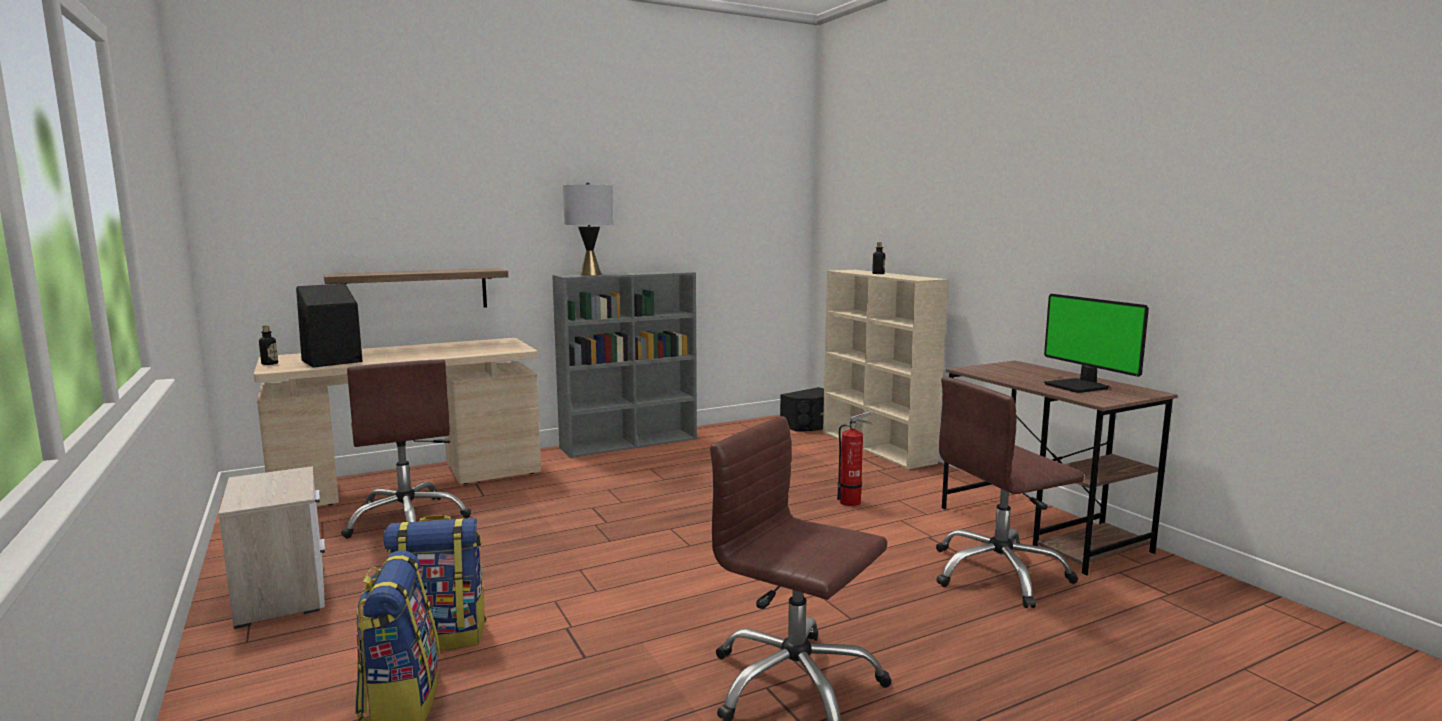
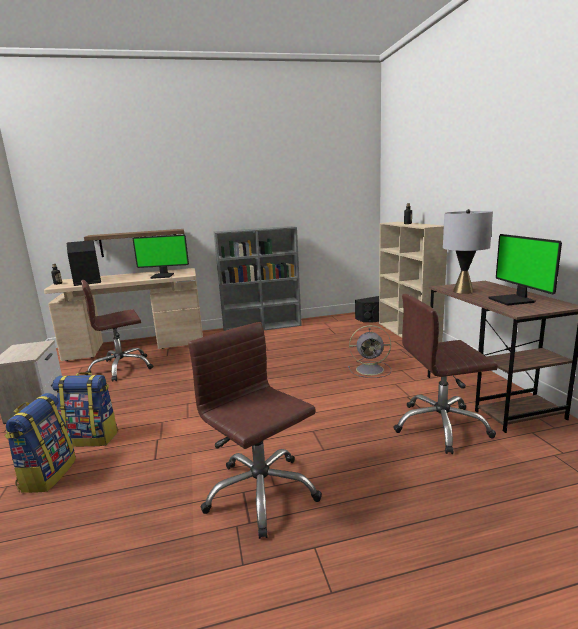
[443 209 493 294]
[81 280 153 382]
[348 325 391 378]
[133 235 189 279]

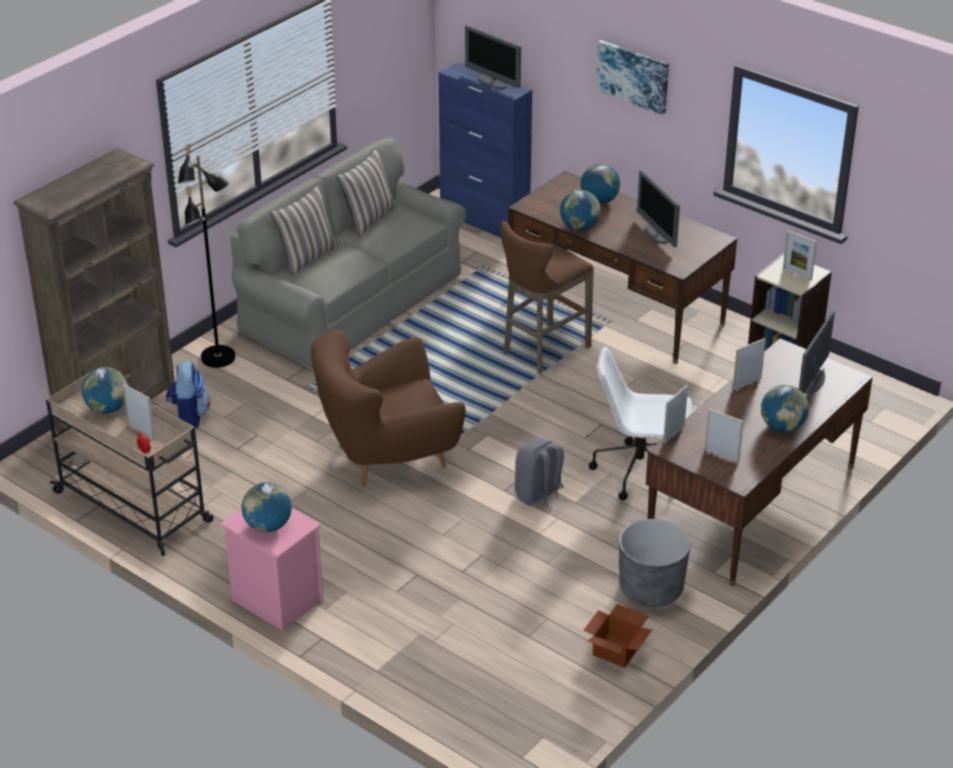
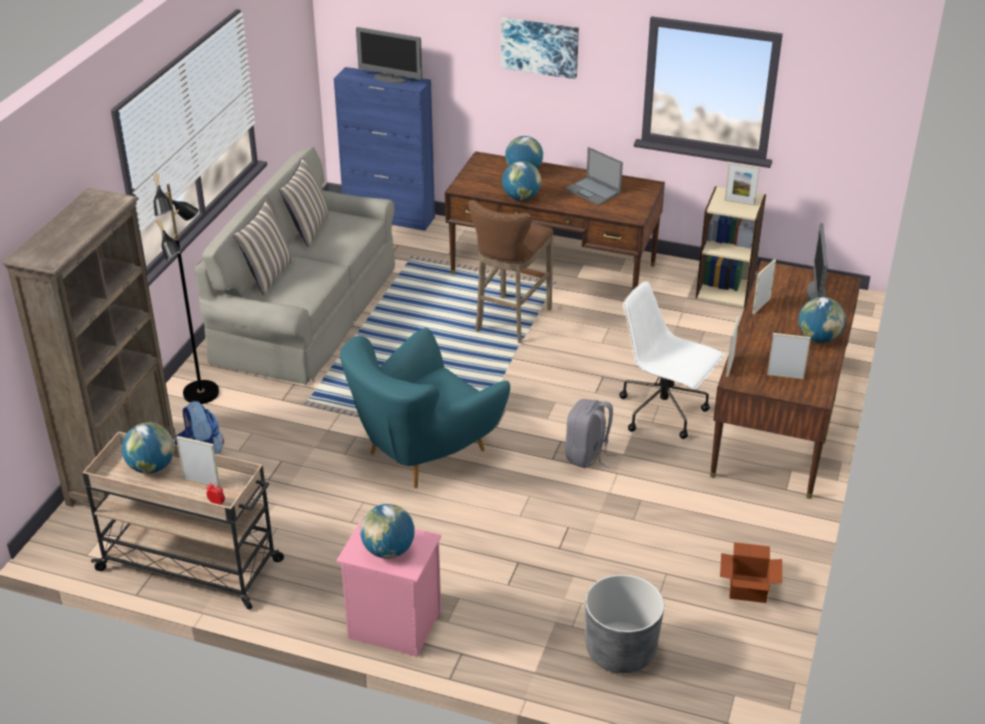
[565 147 623 205]
[340 328 510 488]
[619 281 724 439]
[585 574 664 673]

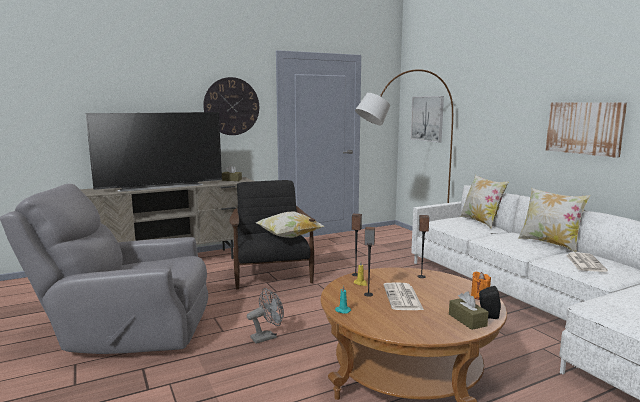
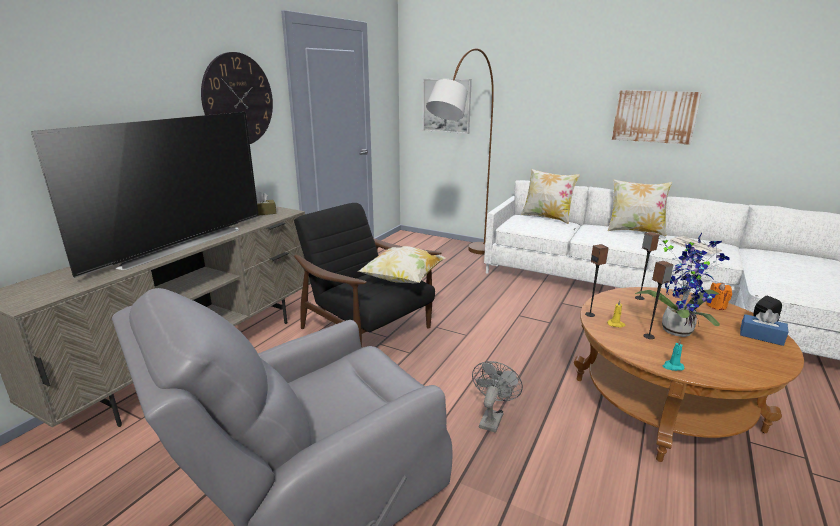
[635 233 729 337]
[740 309 788 346]

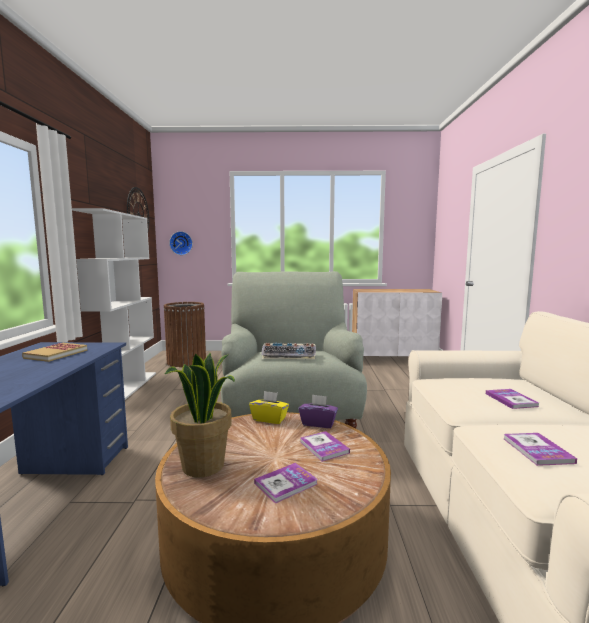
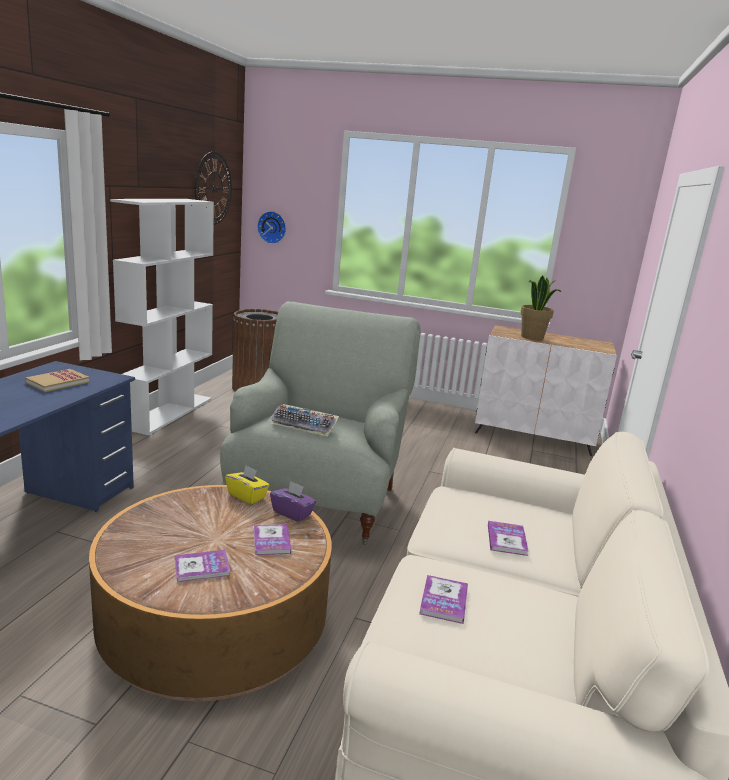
[520 276 561 340]

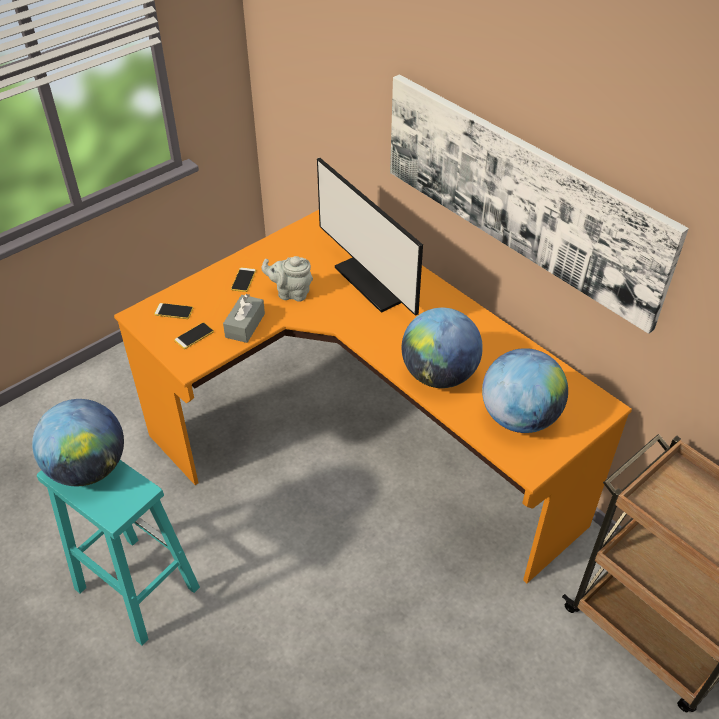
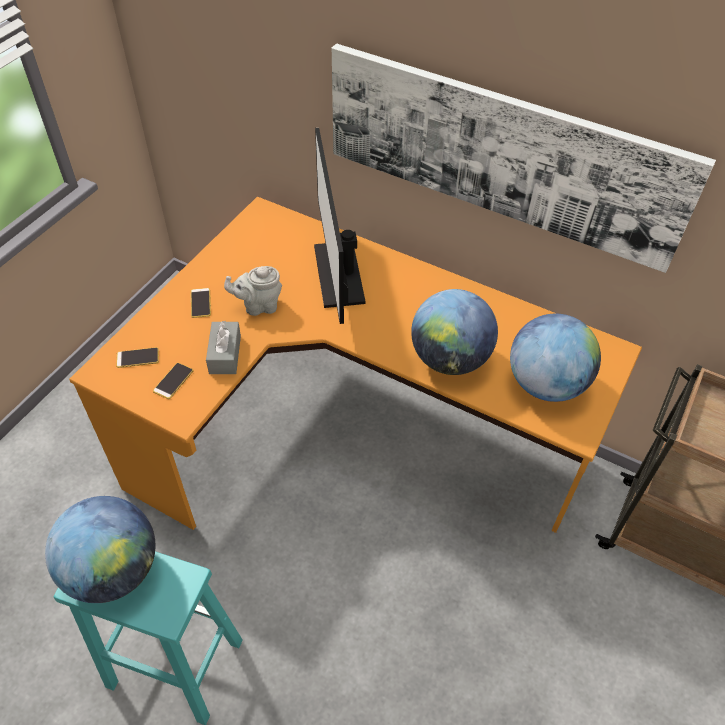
[314 128 366 324]

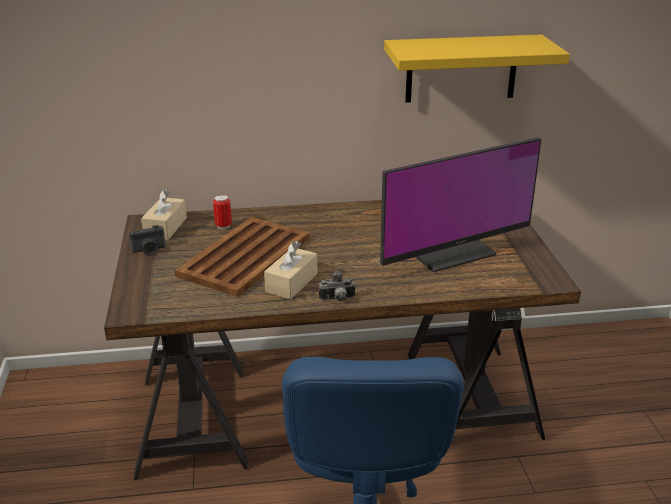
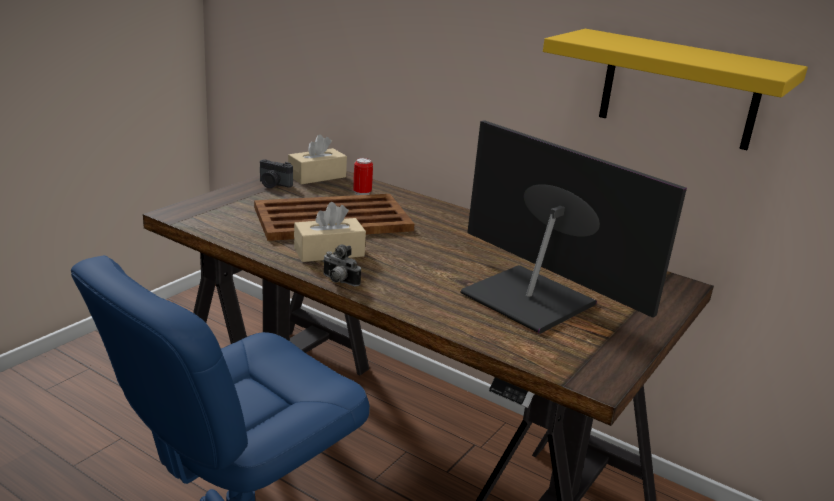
[460 120 687 334]

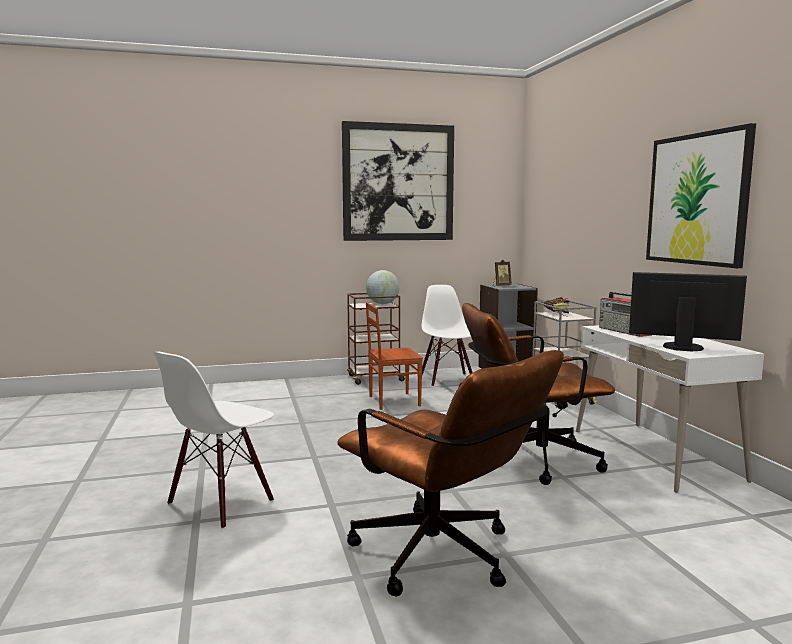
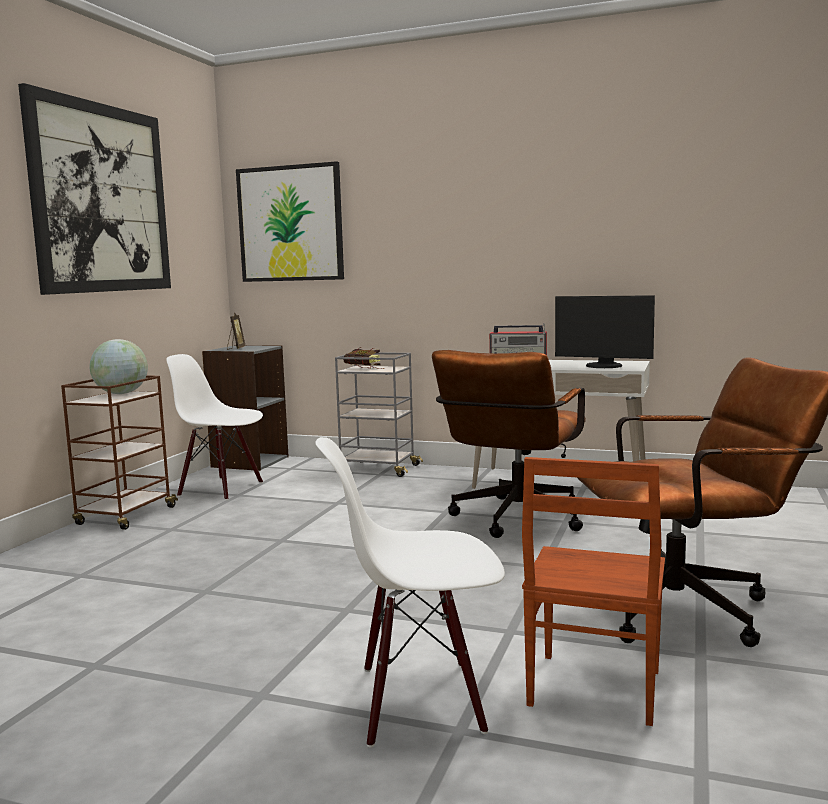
[236 161 344 282]
[555 295 655 368]
[522 457 665 726]
[315 437 505 748]

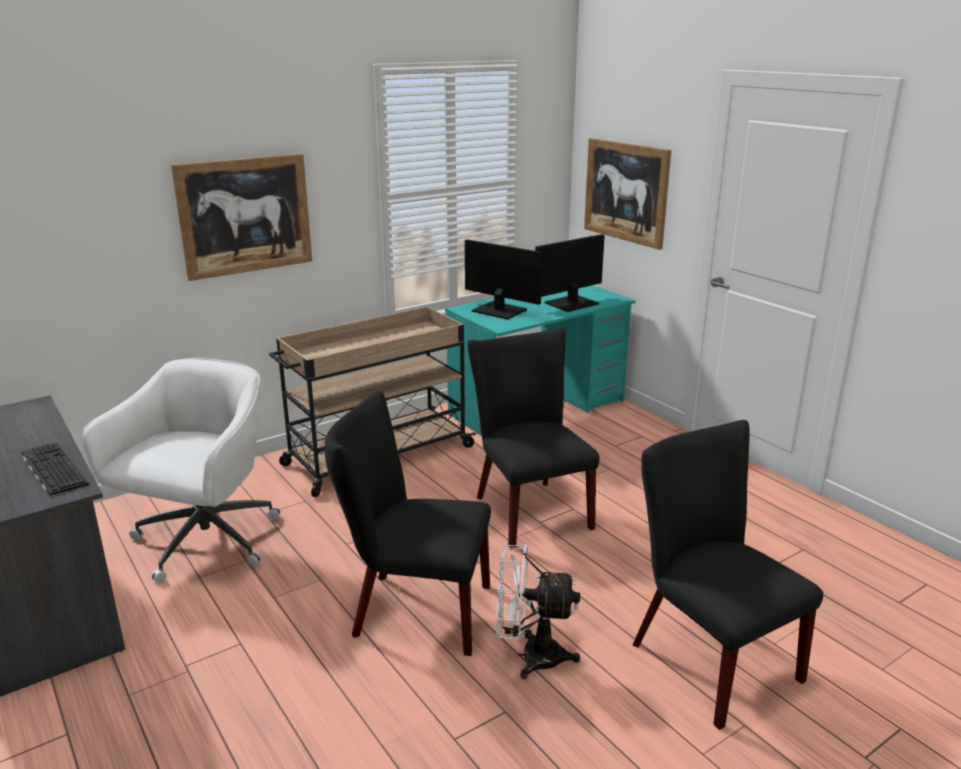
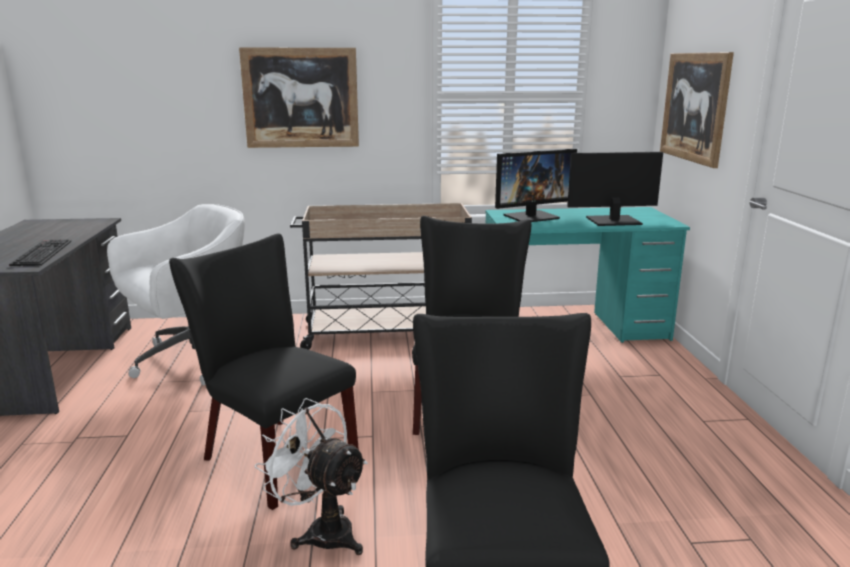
[495 149 577 222]

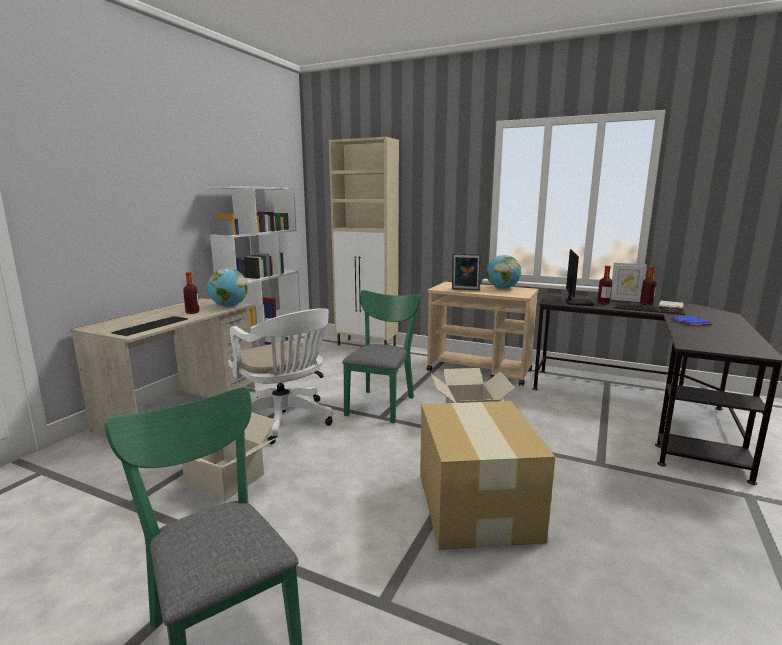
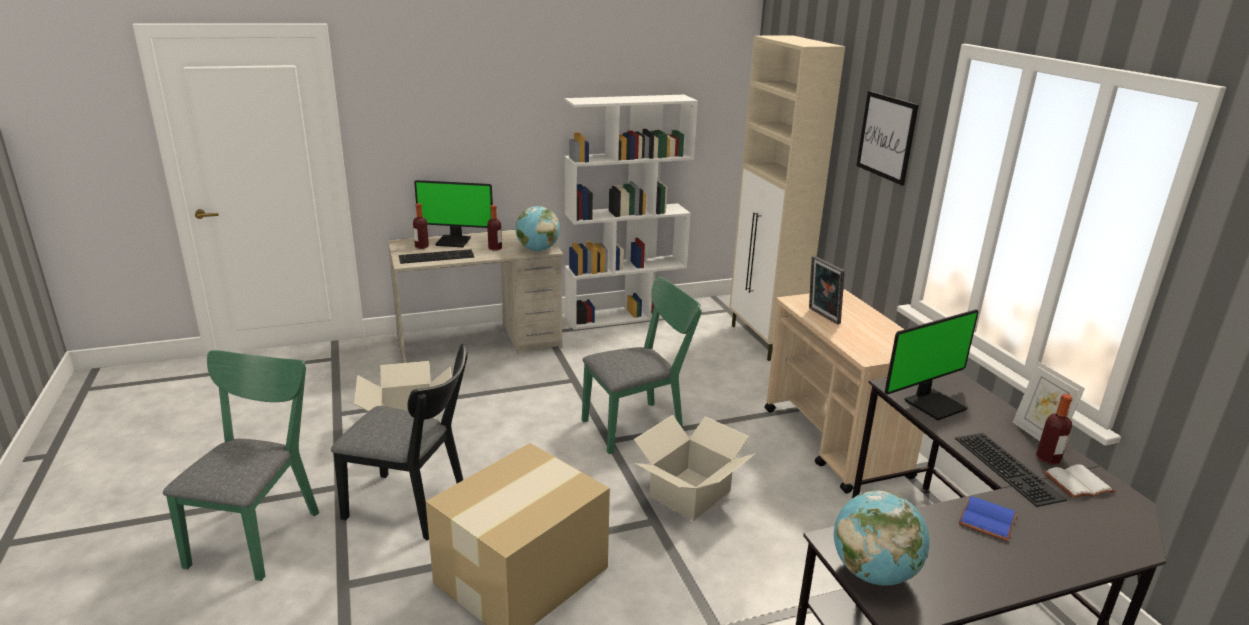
[834 490 930 585]
[413 203 429 249]
[228 308 333 444] (first image)
[856 91 919 186]
[414 180 493 247]
[331 344 468 540]

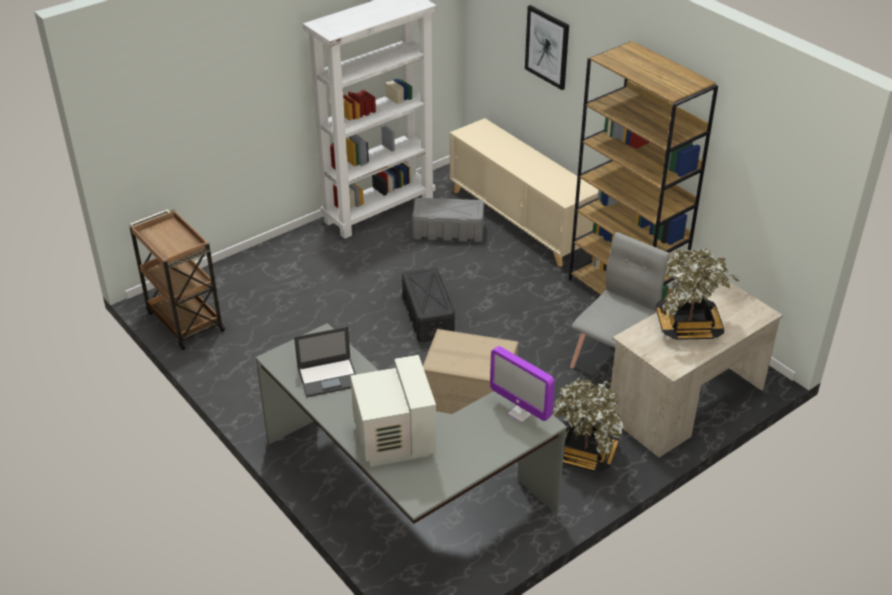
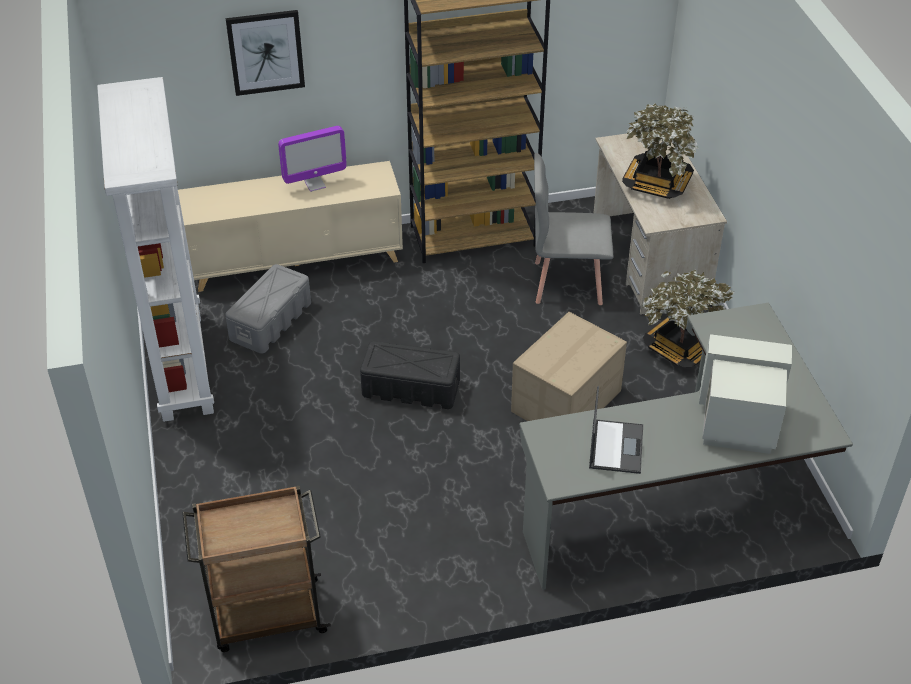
[534 153 614 305]
[278 126 347 192]

